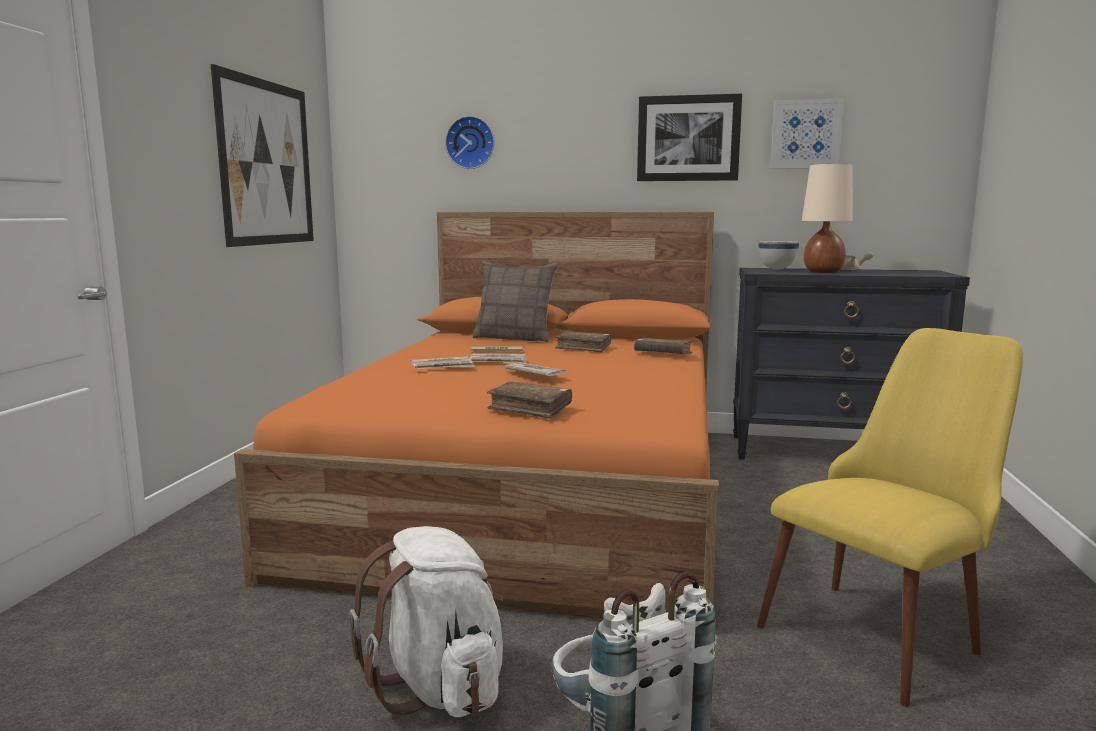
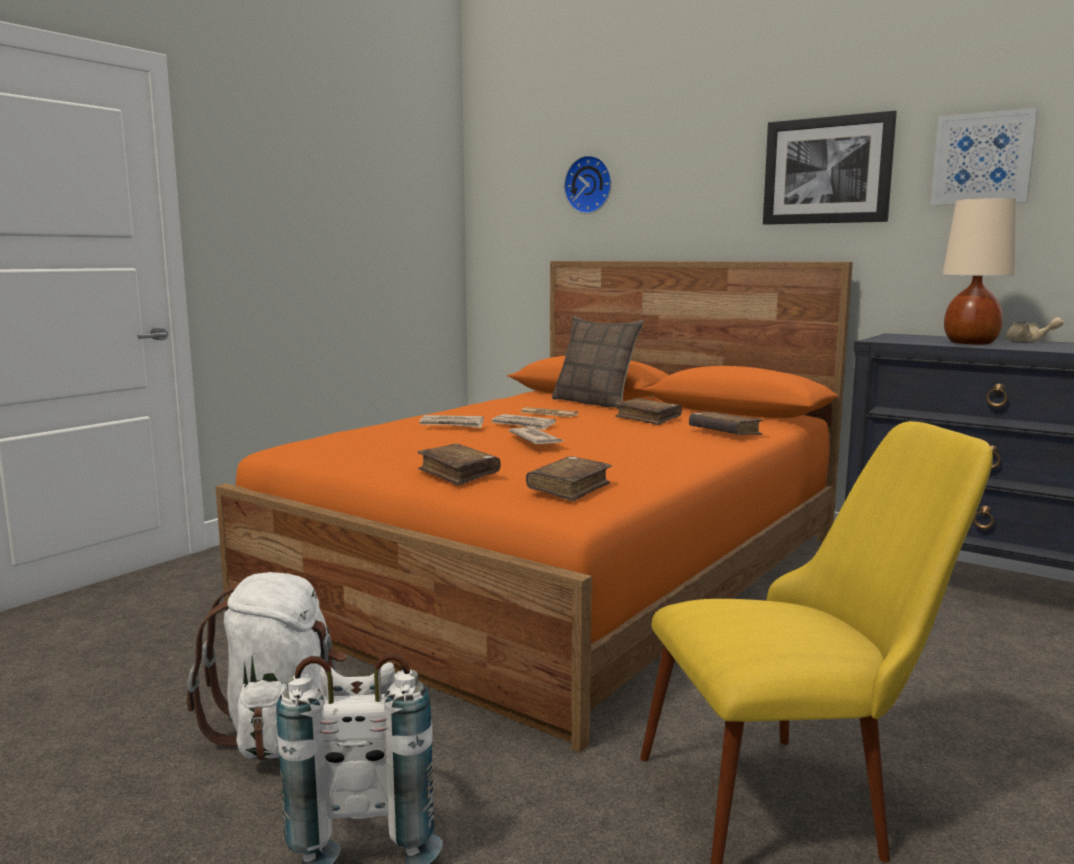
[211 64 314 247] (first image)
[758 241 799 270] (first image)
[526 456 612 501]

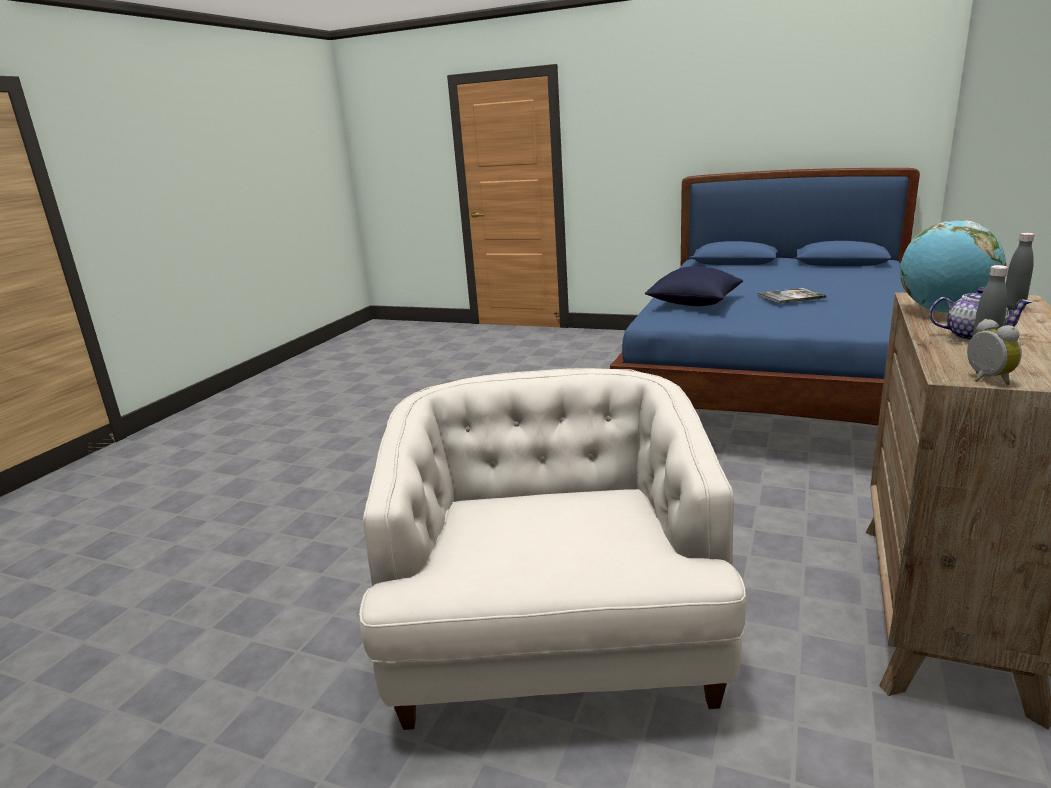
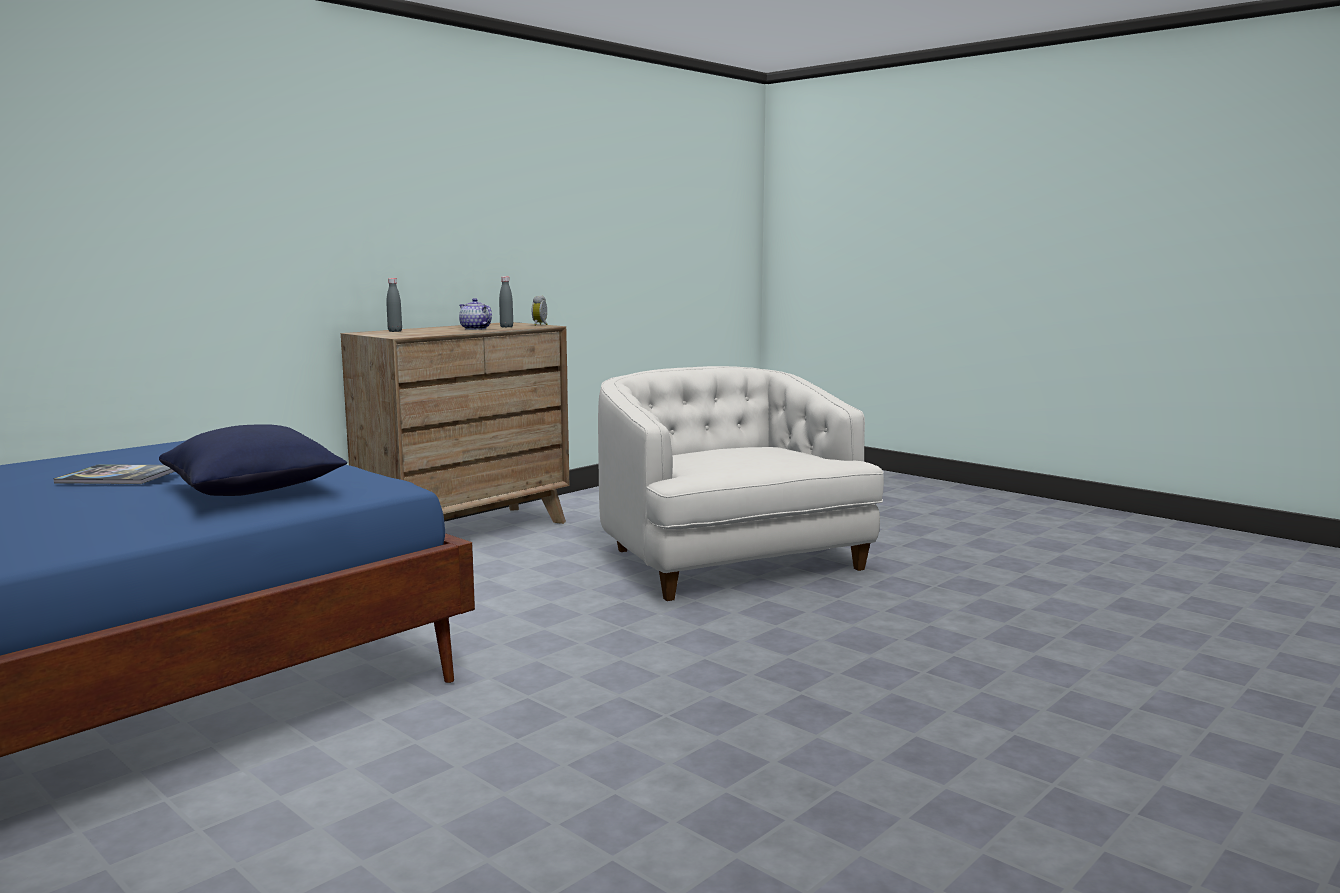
[900 221 1006 313] (first image)
[598 366 884 601]

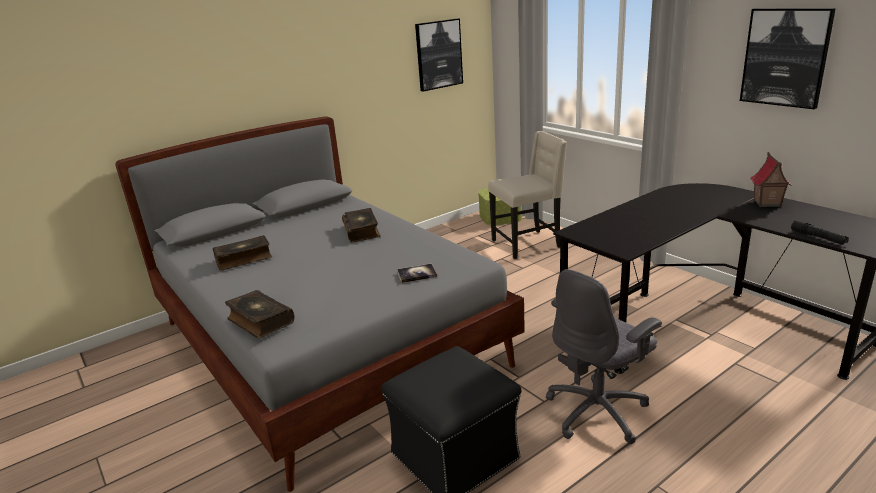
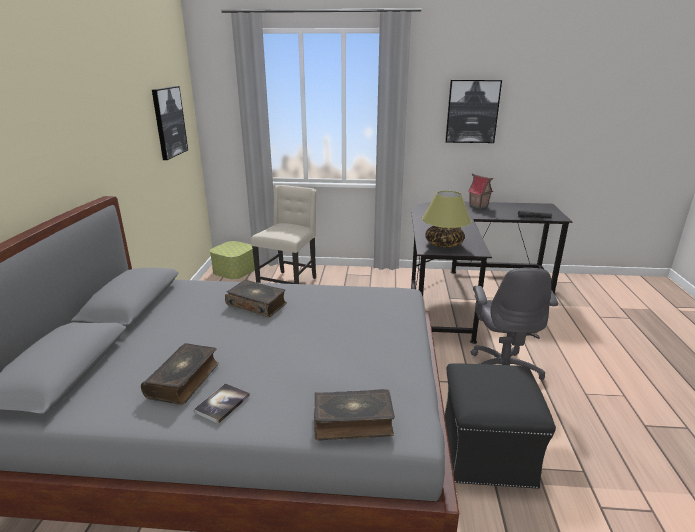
[193 383 250 424]
[422 191 471 248]

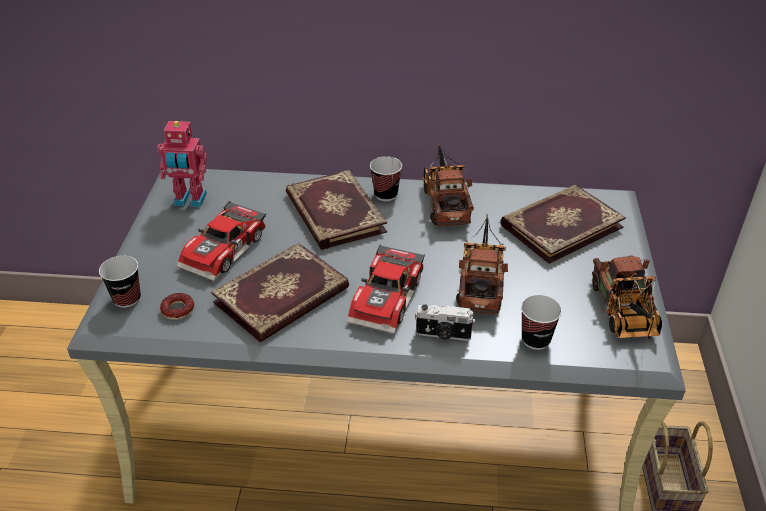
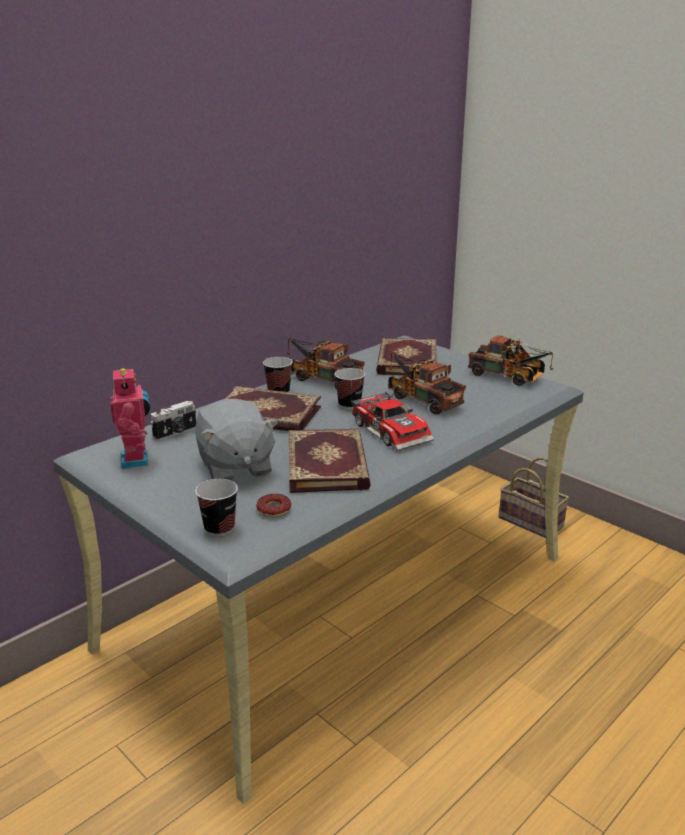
[110 366 150 469]
[195 399 278 480]
[334 368 365 409]
[150 401 196 441]

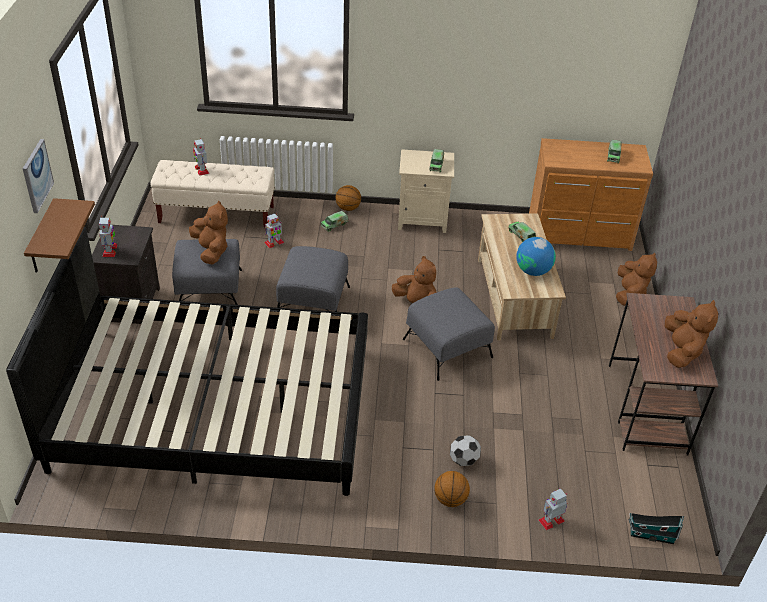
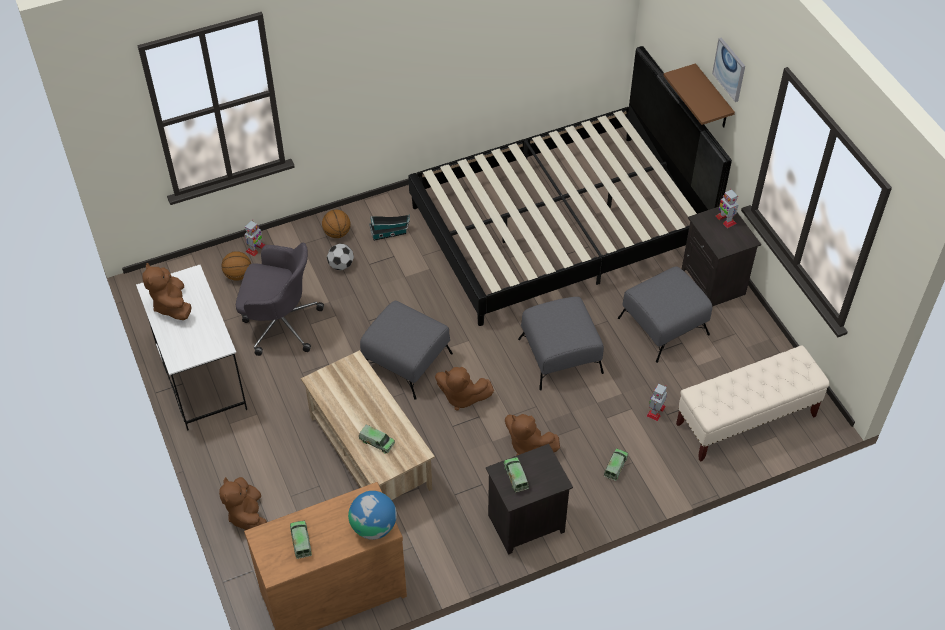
[193 138 209 176] (first image)
[486 444 573 555]
[222 251 251 281]
[505 414 560 456]
[348 491 397 540]
[136 265 247 431]
[369 215 410 241]
[236 242 324 356]

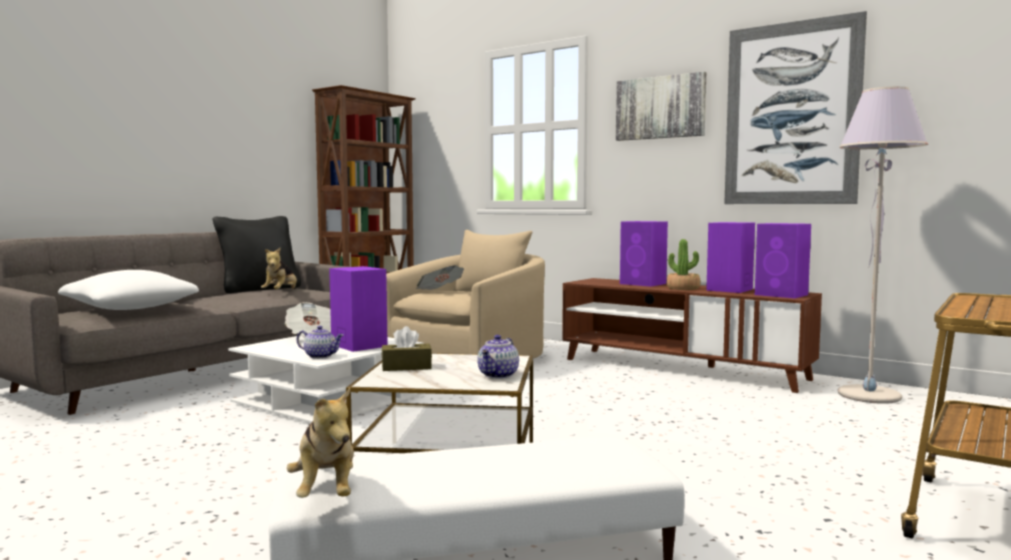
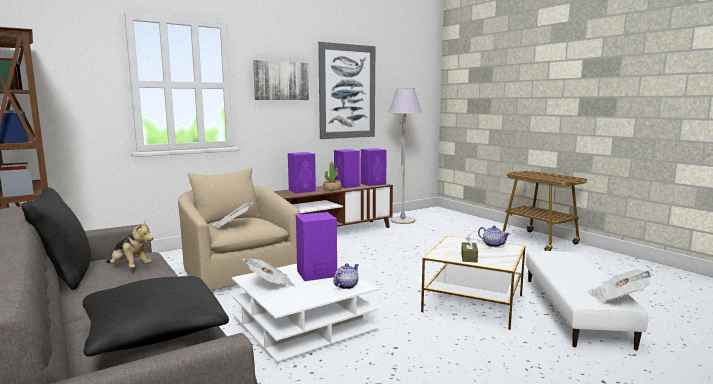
[82 276 229 357]
[588 269 654 302]

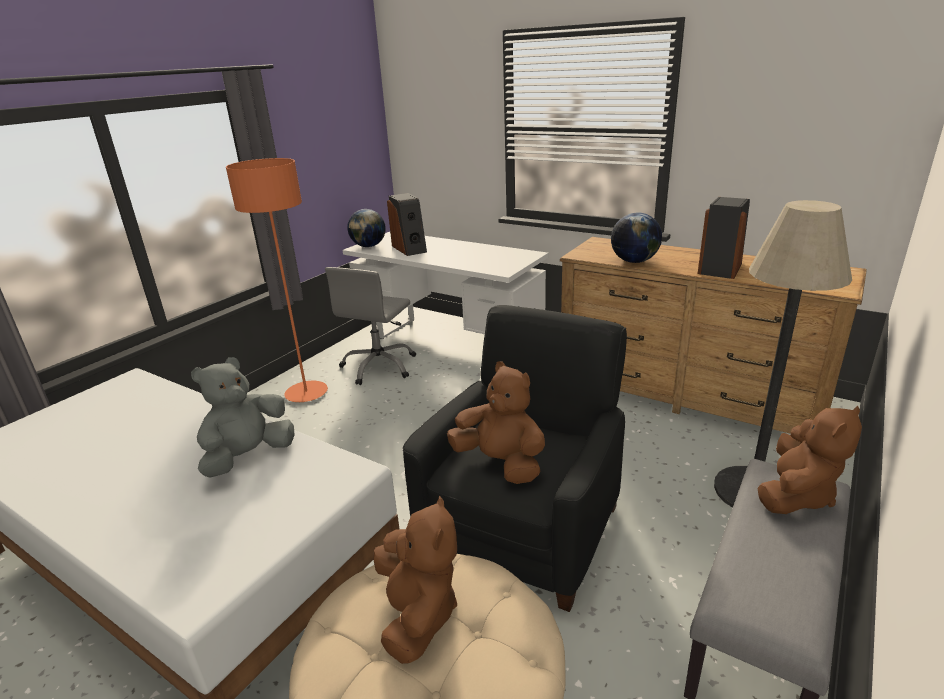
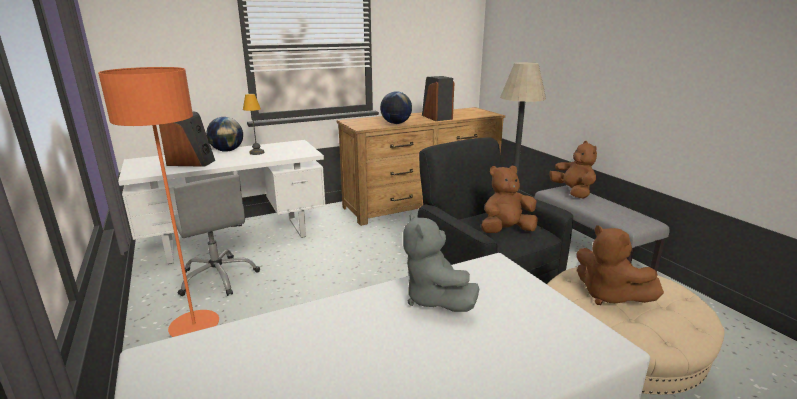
[206 117 243 152]
[576 225 664 305]
[243 94 264 155]

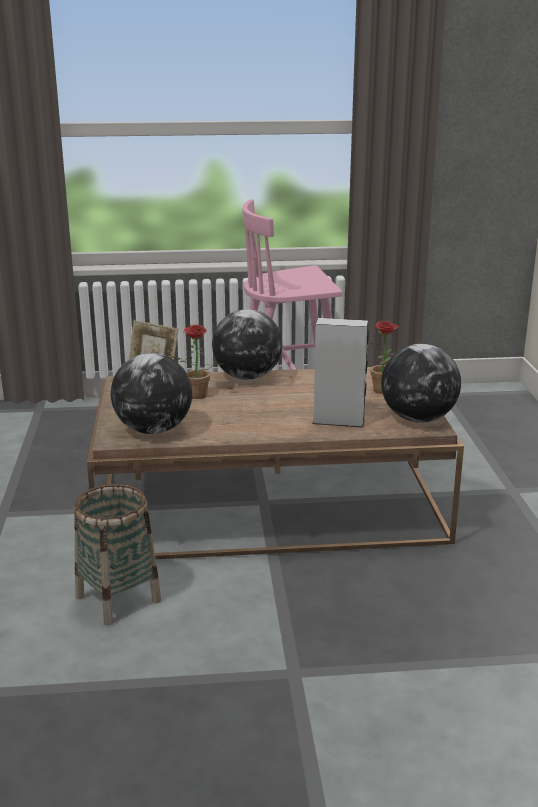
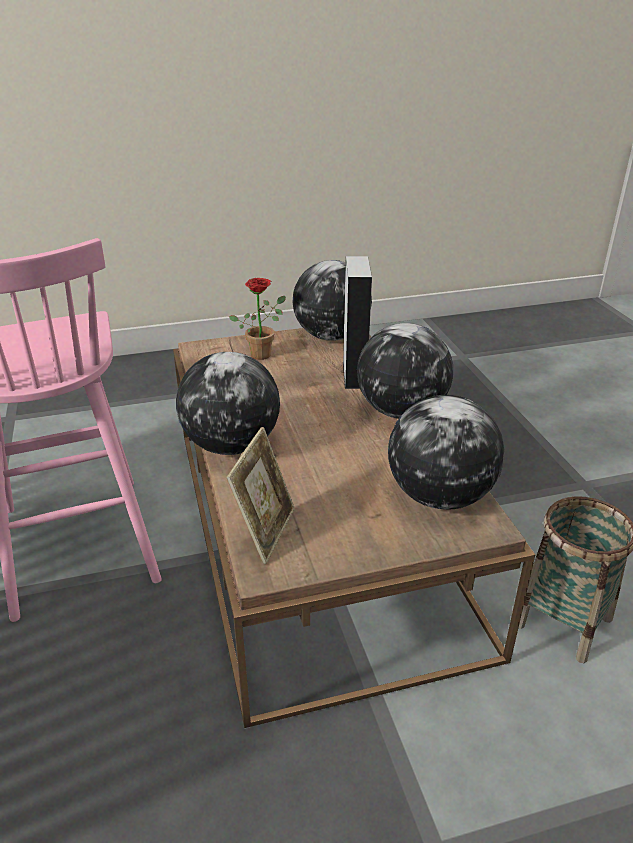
[173 325 224 399] (first image)
[357 323 453 419]

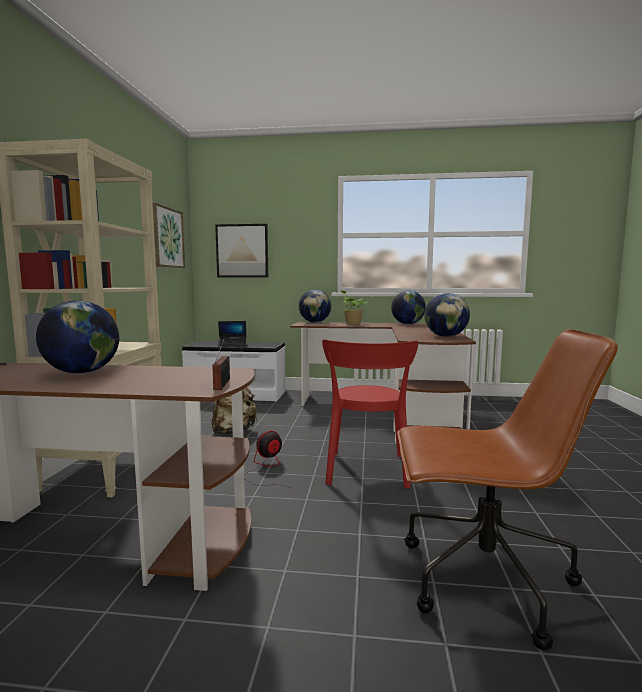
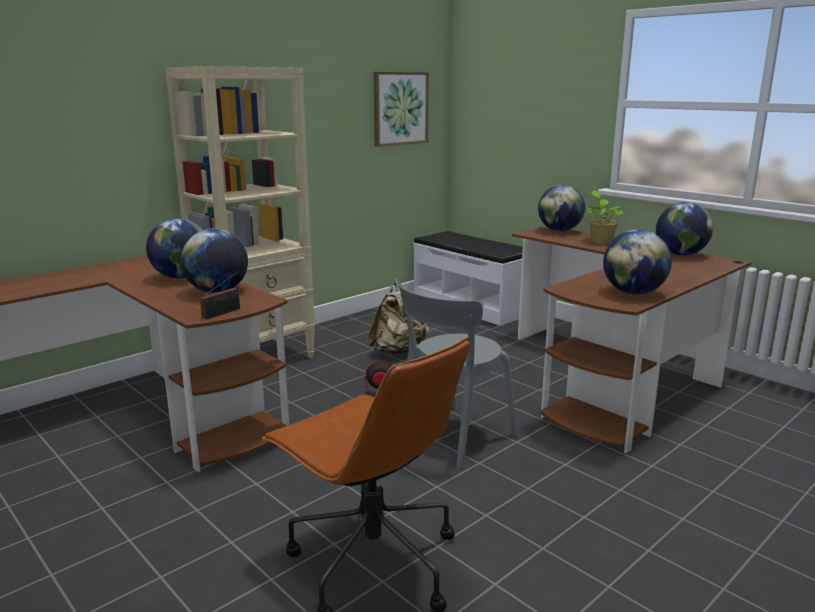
[215 224 268 278] (first image)
[218 321 246 346] (first image)
[395 278 517 469]
[181 228 248 293]

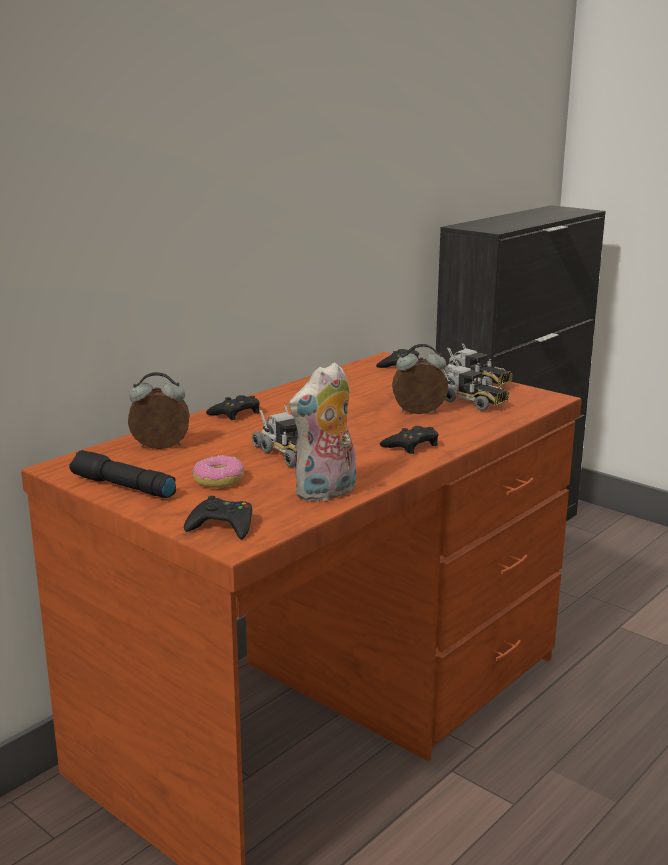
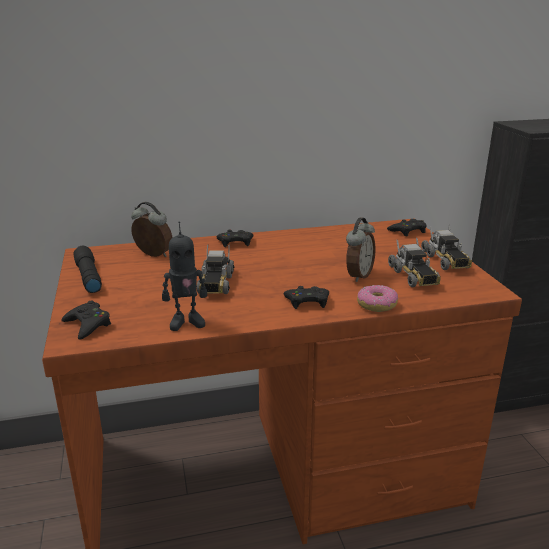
[346 218 376 282]
[162 222 207 331]
[357 285 398 312]

